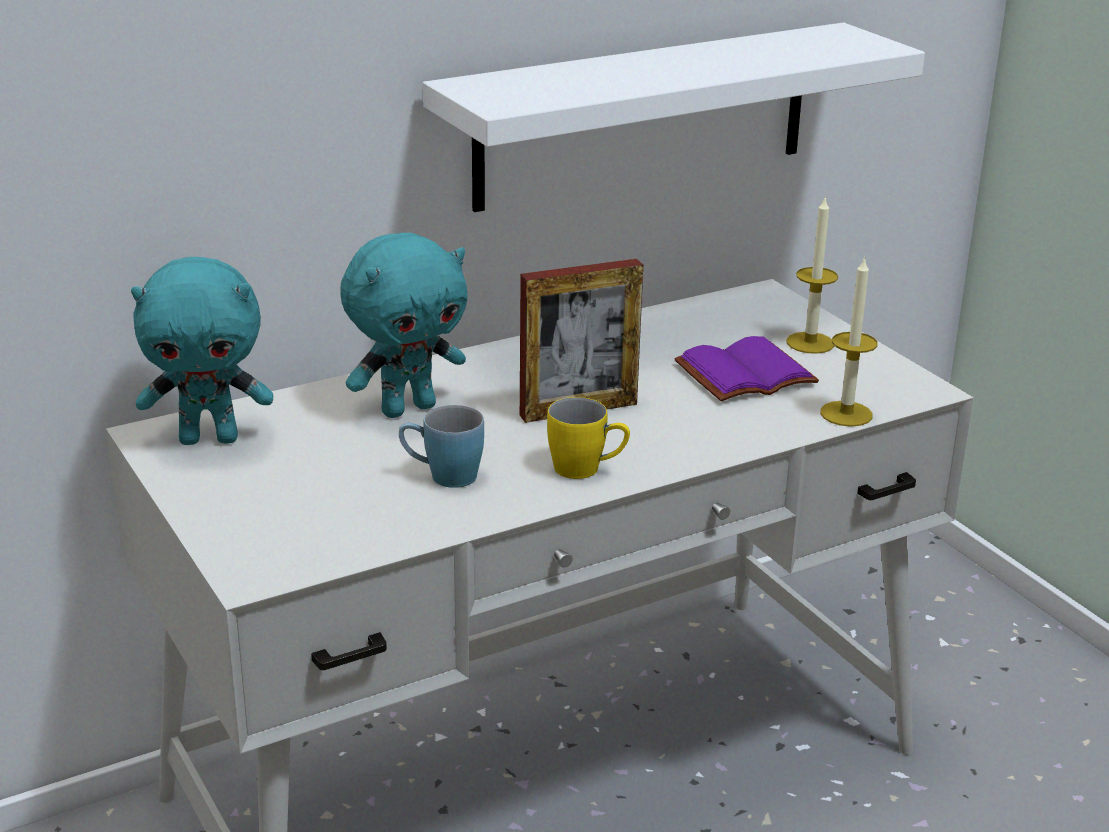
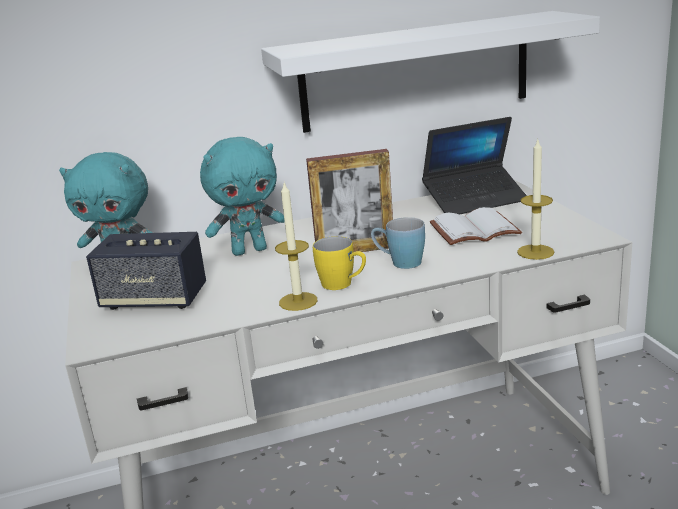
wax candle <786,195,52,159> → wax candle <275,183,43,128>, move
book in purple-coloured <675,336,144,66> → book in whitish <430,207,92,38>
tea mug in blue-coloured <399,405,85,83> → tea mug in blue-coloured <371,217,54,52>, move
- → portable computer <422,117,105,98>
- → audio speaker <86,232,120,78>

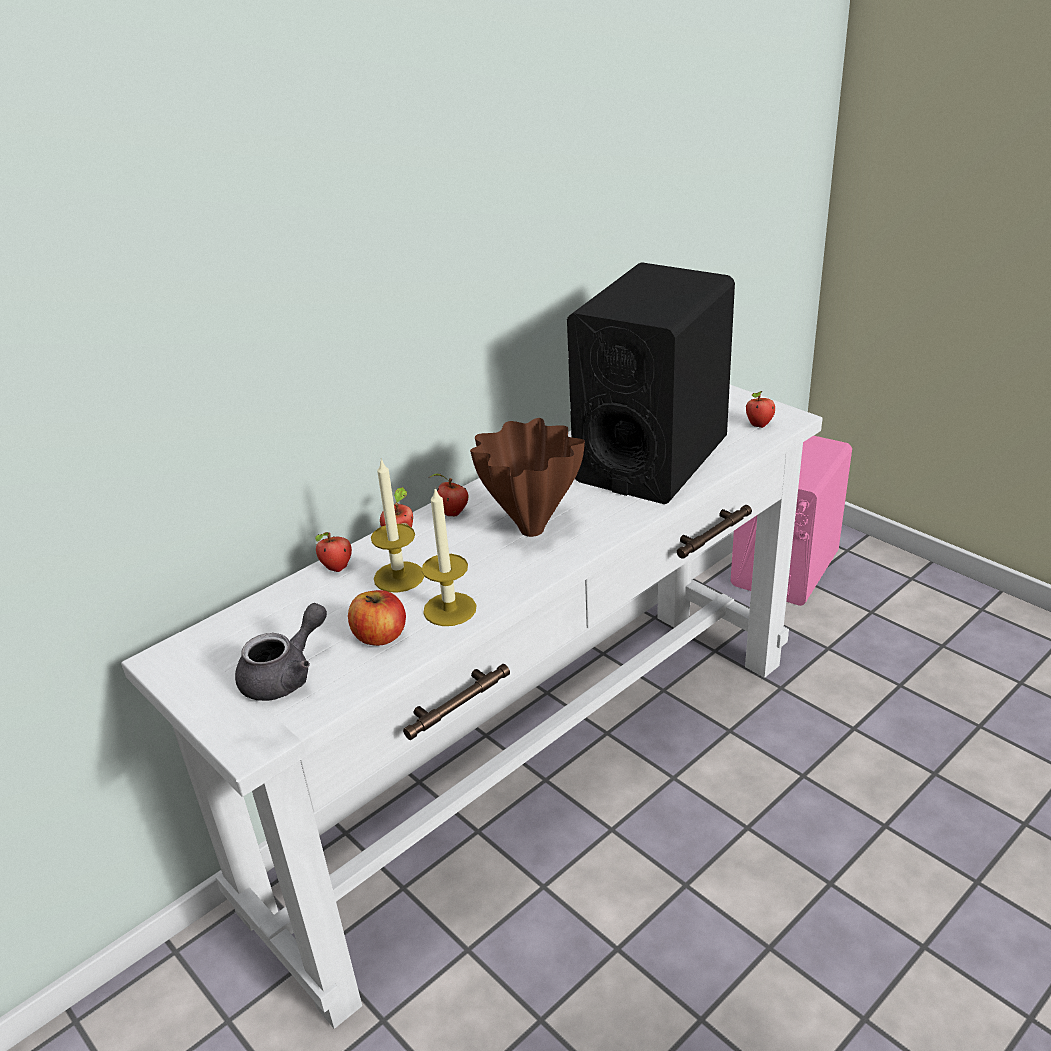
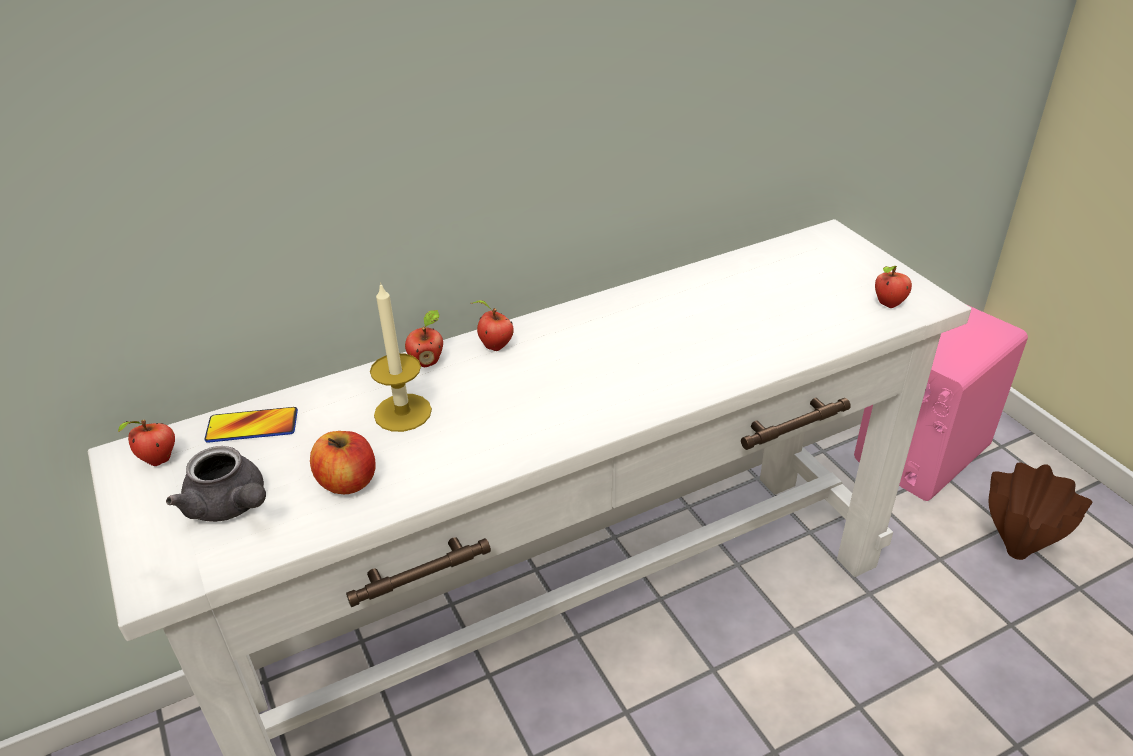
audio speaker in blackish <567,262,168,242> → -
decorative vase in brown-coloured <470,418,115,119> → decorative vase in brown-coloured <989,462,104,98>, move
wax candle <422,487,54,139> → -
whole apple <315,532,37,40> → whole apple <118,420,57,46>, move
pot for tea in greyish <235,603,92,98> → pot for tea in greyish <166,446,100,76>, 75 degrees clockwise
- → phone <204,407,94,36>

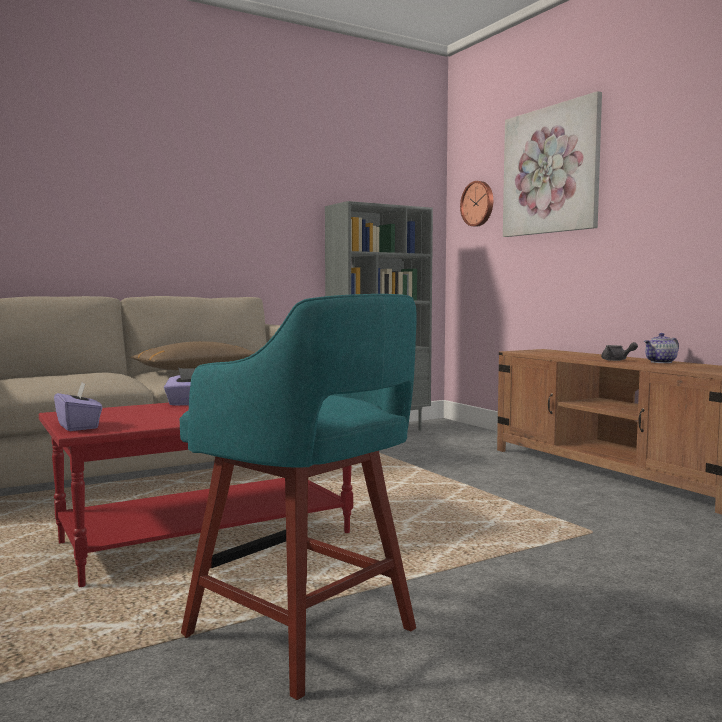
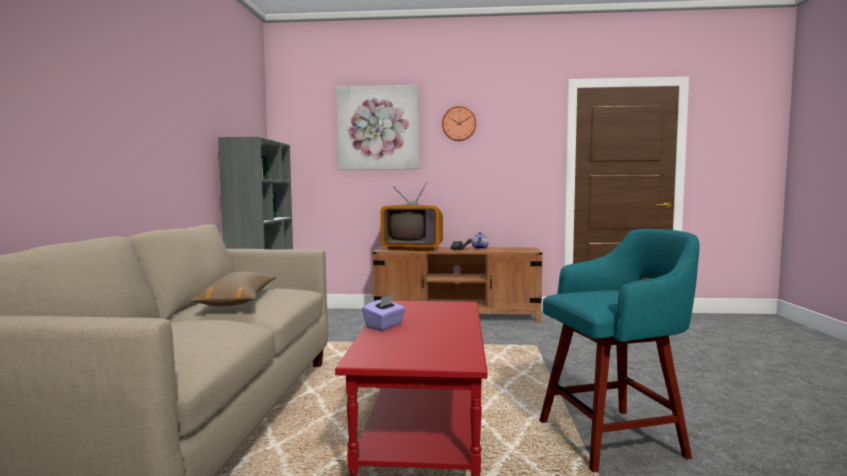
clock on the wall <460,181,33,46> → clock on the wall <442,106,34,35>, move
tissue holder in purple-coloured <54,383,49,48> → -
- → TV <380,182,63,69>

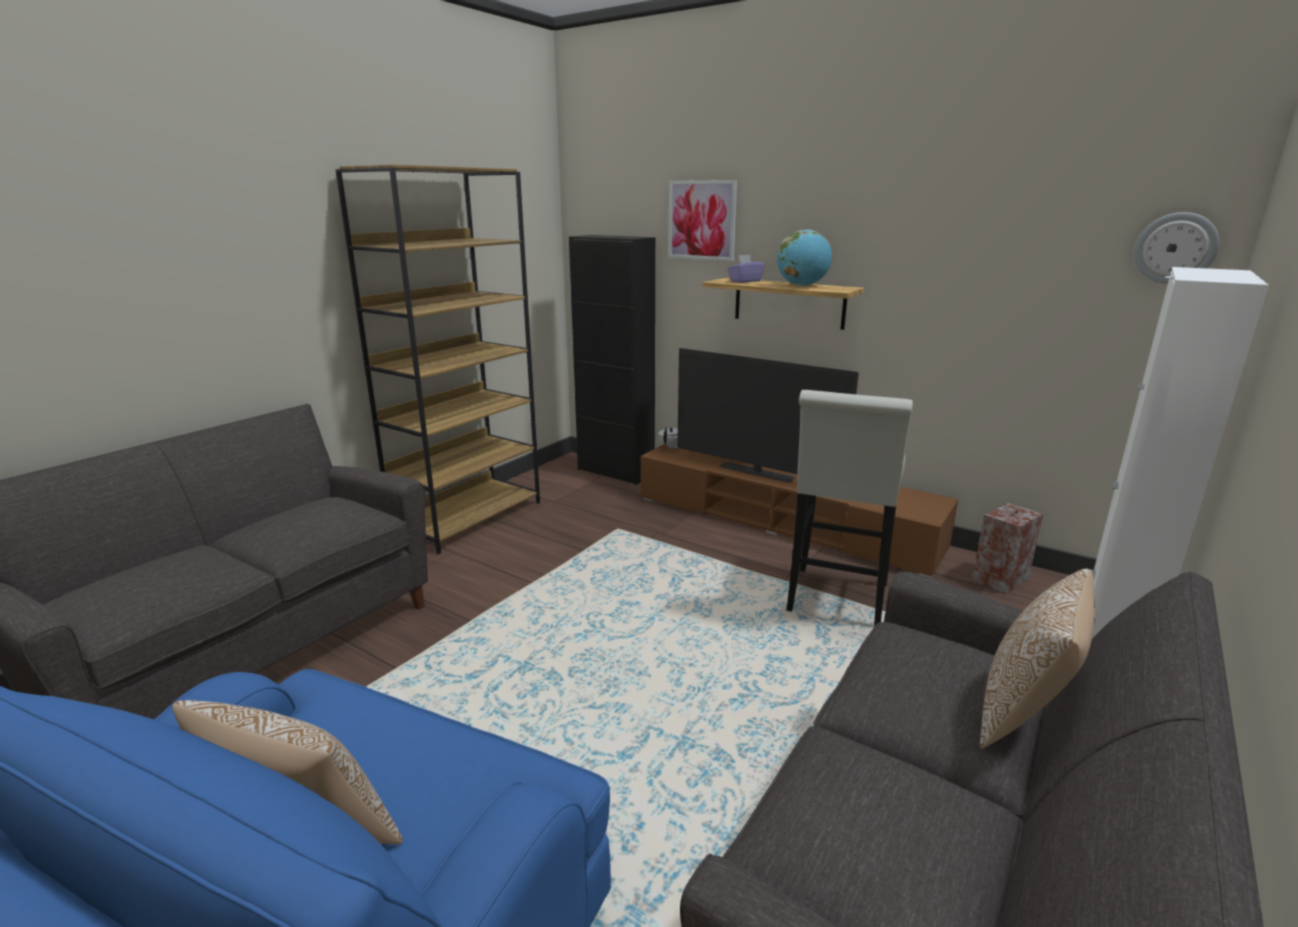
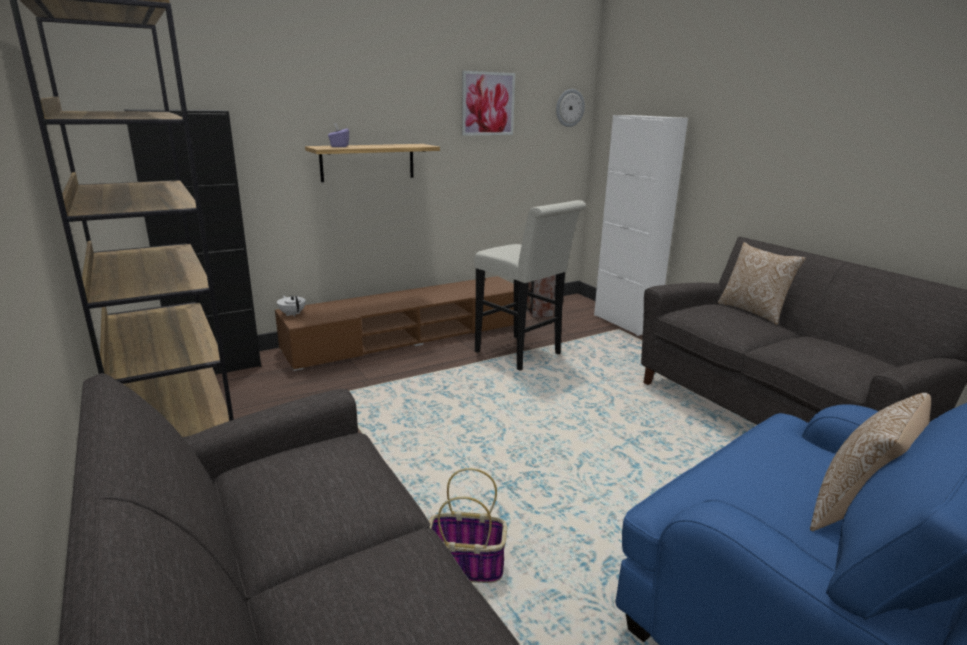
picture <669,180,68,81> → picture <462,71,53,65>, move
world globe <777,229,55,57> → -
TV <677,348,182,134> → -
- → storage basket <429,468,78,115>

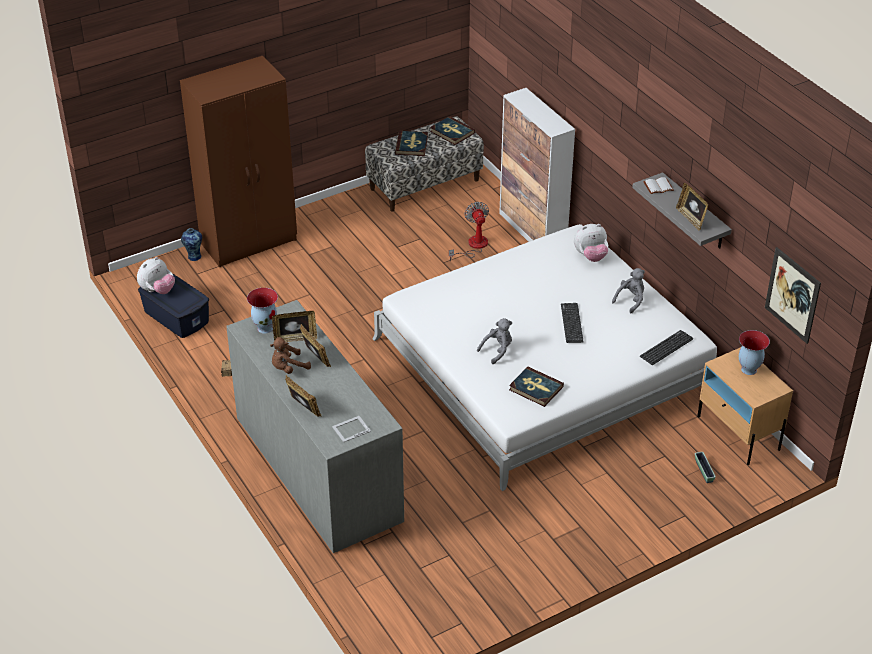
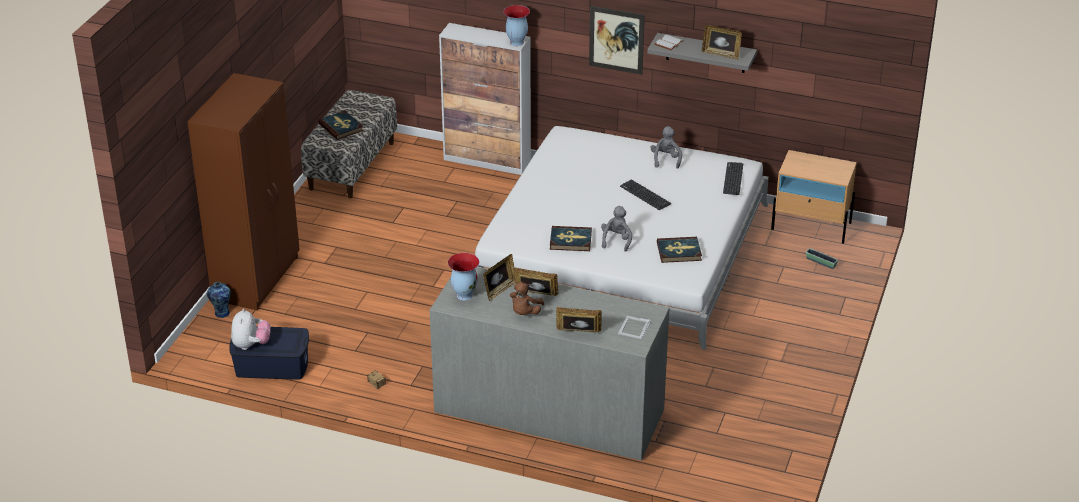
book <430,116,45,29> → book <550,226,42,25>, move
electric fan <449,202,40,59> → -
plush toy <574,224,34,38> → -
picture <765,247,56,97> → picture <589,6,56,69>, move
decorative vase <739,330,31,45> → decorative vase <503,5,27,41>, move

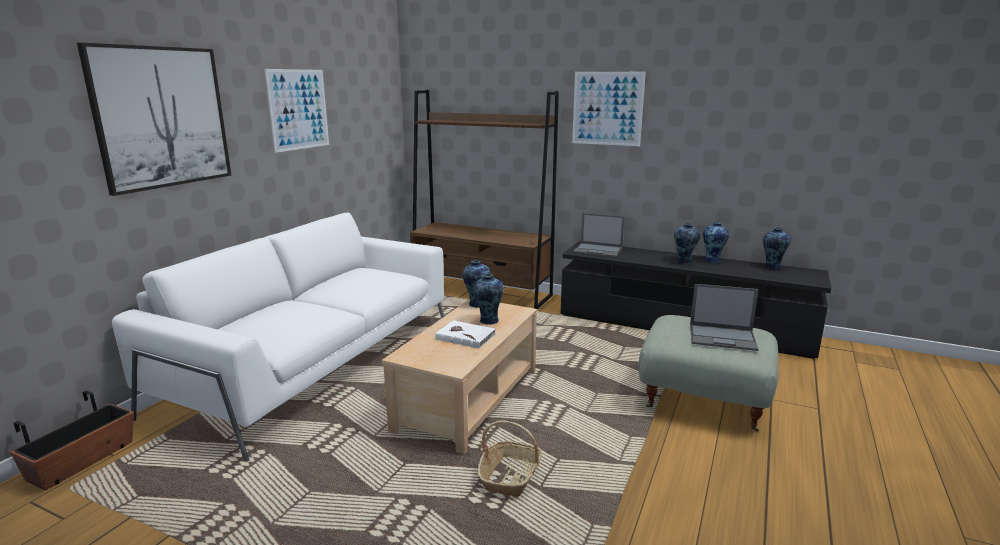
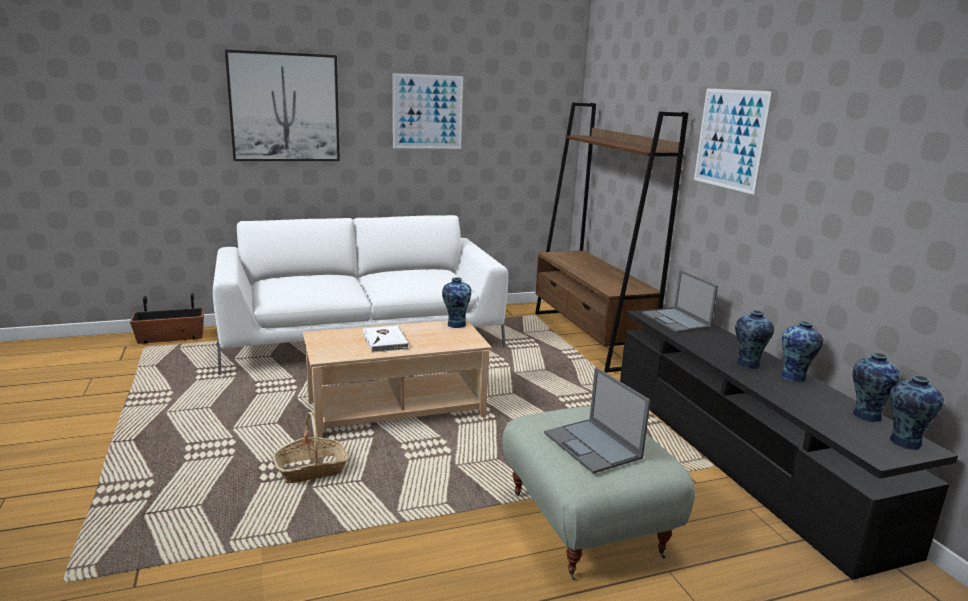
decorative vase <473,273,30,51> → decorative vase <889,375,55,75>, move

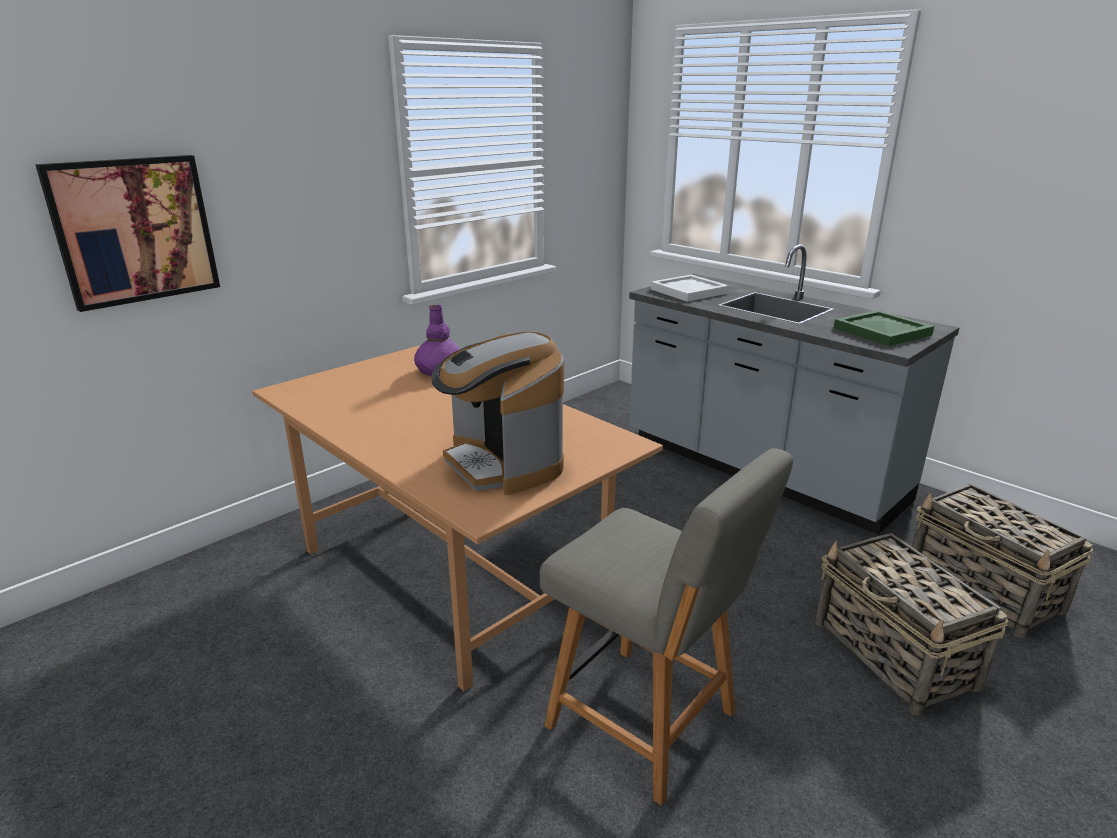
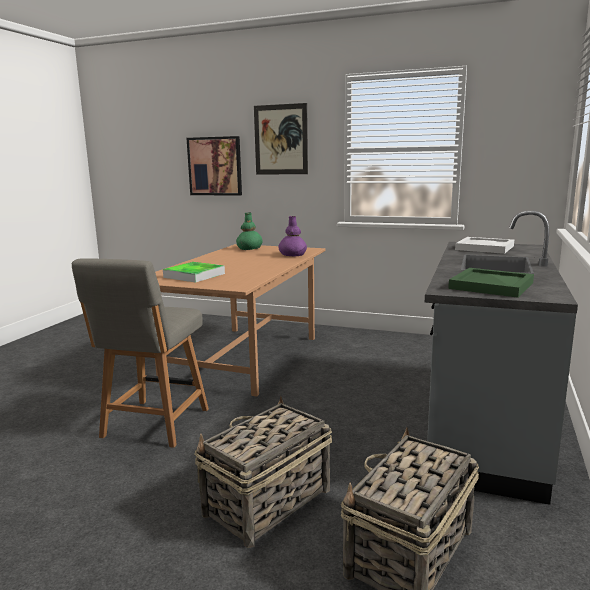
coffee maker <431,332,133,163> → tray <163,262,62,21>
- → picture <254,103,54,72>
- → decorative vase in green <236,213,27,37>

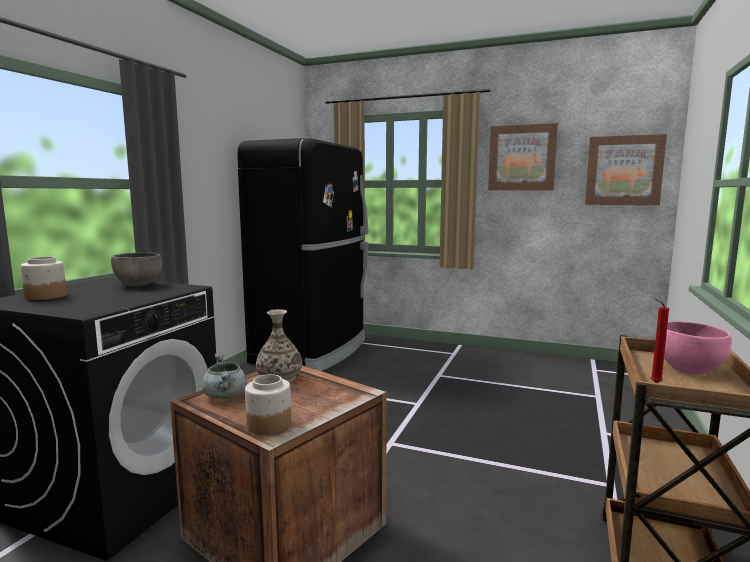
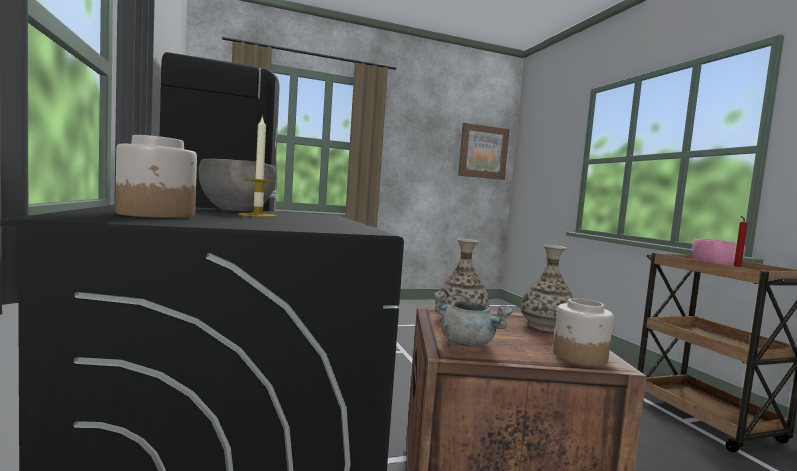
picture <488,123,70,67> → -
- → wax candle <239,115,38,102>
- → decorative vase <521,245,53,87>

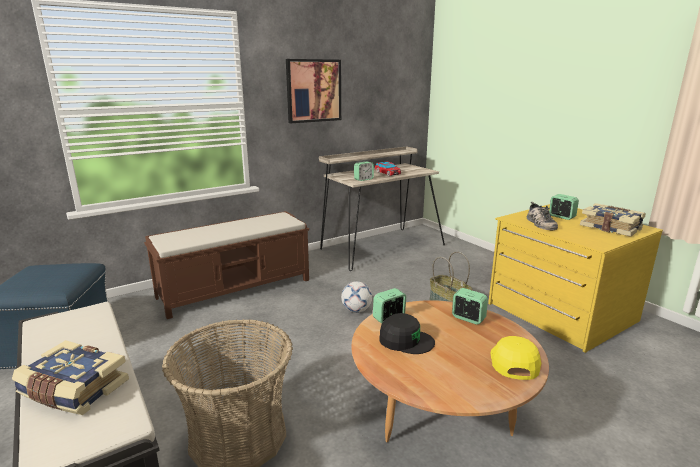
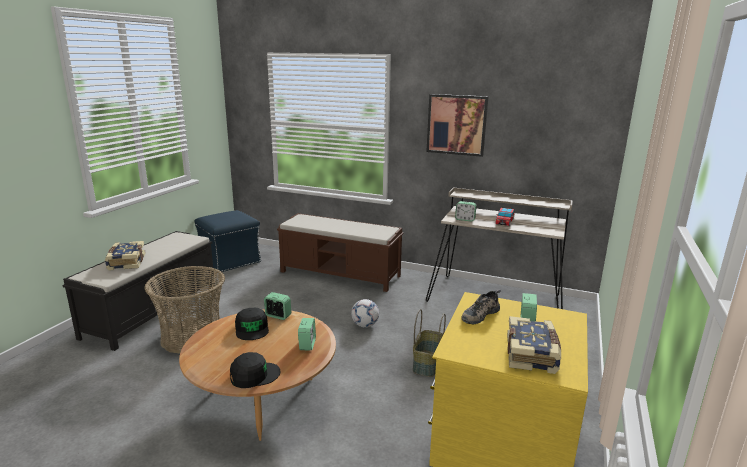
peaked cap in yellow-coloured <490,336,51,44> → peaked cap in blackish <230,352,50,36>

